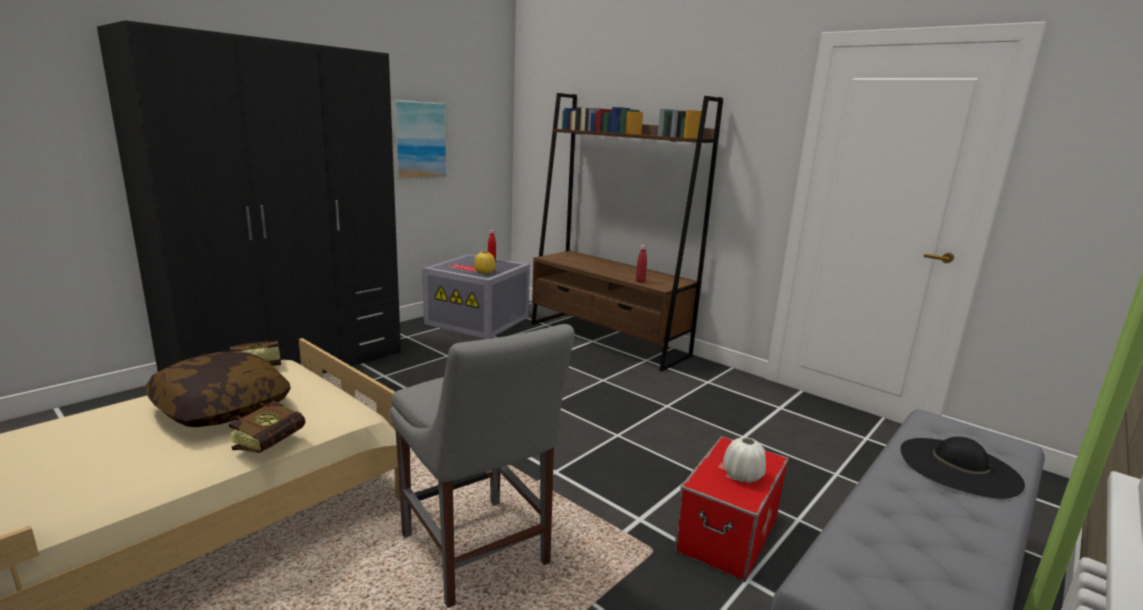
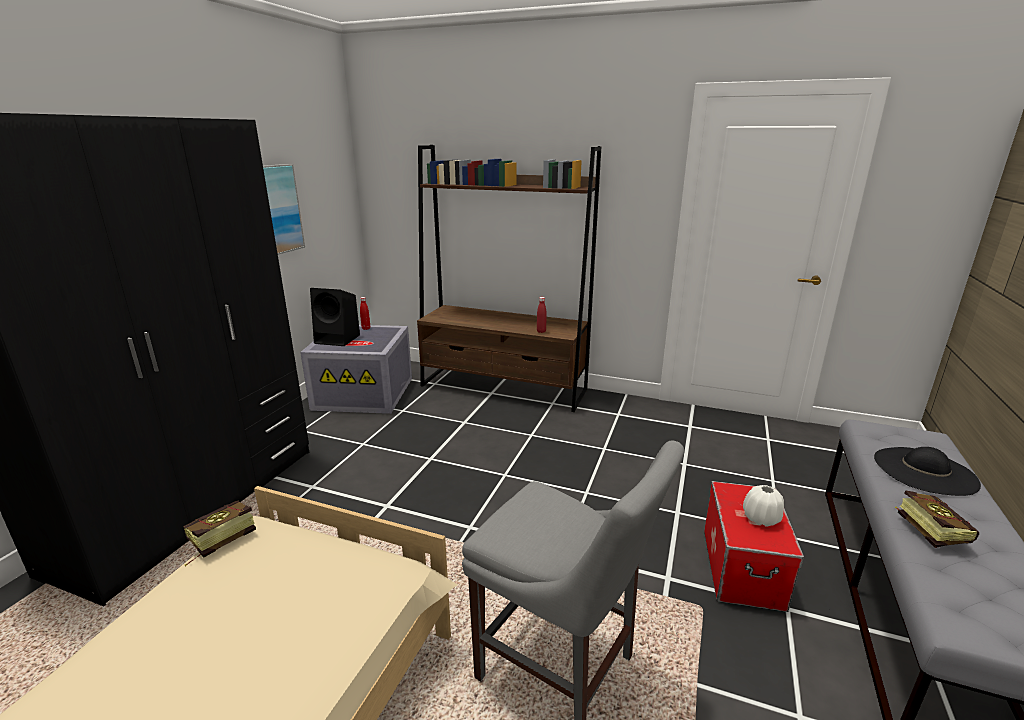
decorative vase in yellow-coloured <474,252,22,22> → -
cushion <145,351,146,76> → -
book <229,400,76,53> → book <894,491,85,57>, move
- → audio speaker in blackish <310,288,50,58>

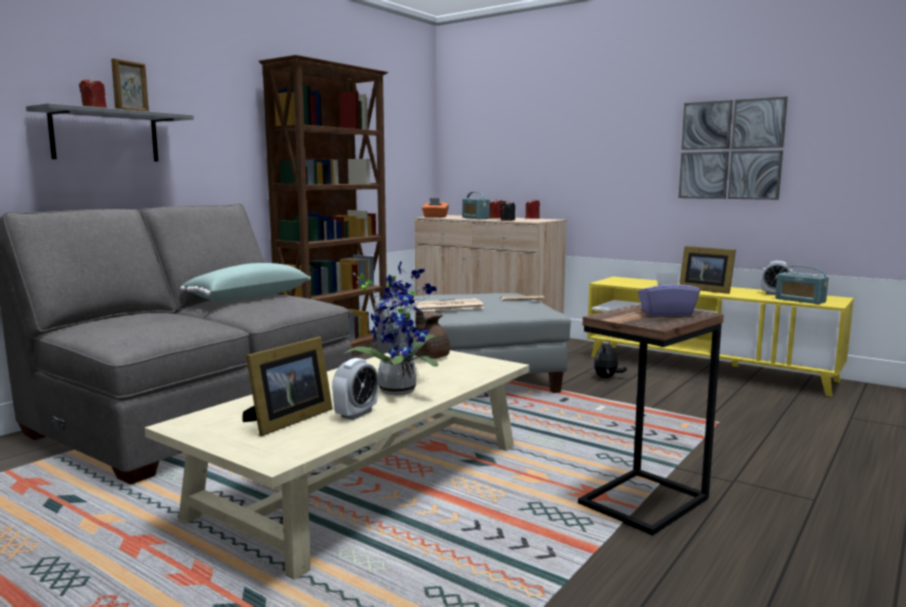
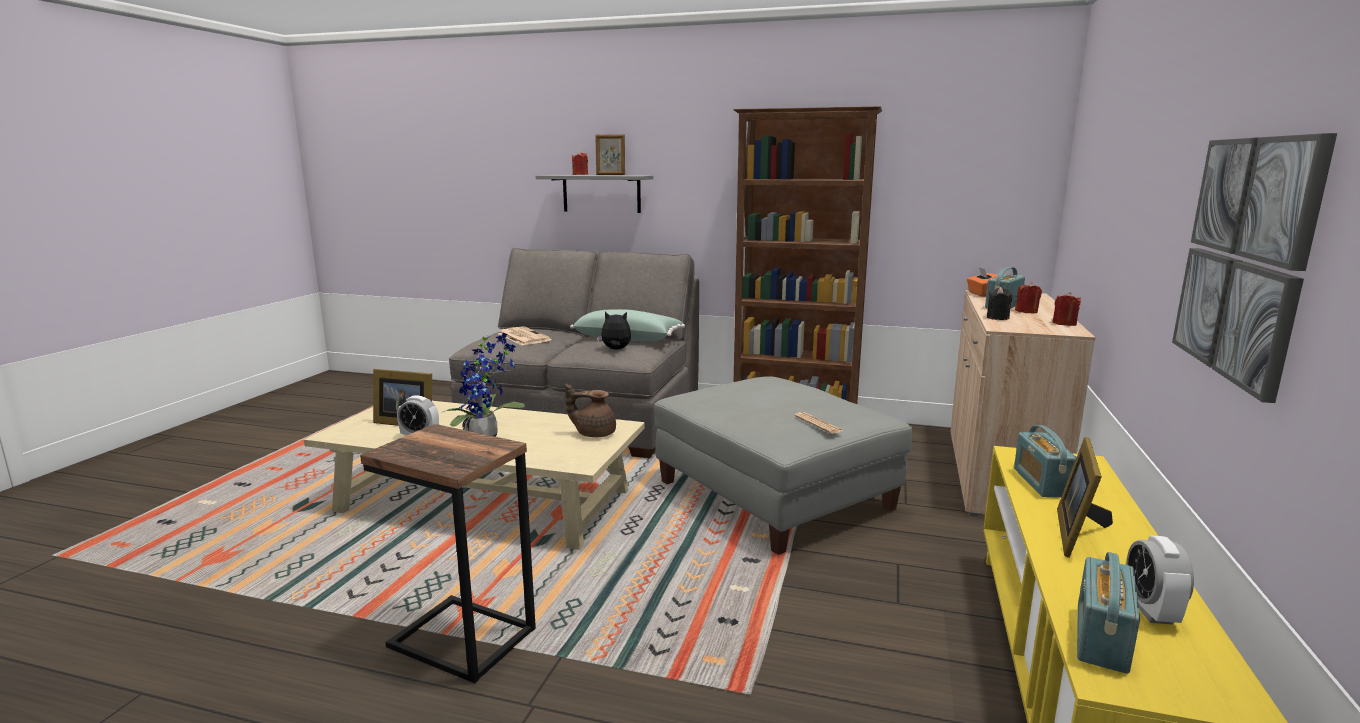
tissue holder in purple-coloured <638,272,62,44> → -
newspaper <413,298,71,13> → newspaper <498,326,54,19>, move
plush toy <594,341,33,37> → plush toy <597,312,34,37>, move
- → radio <1014,425,63,72>

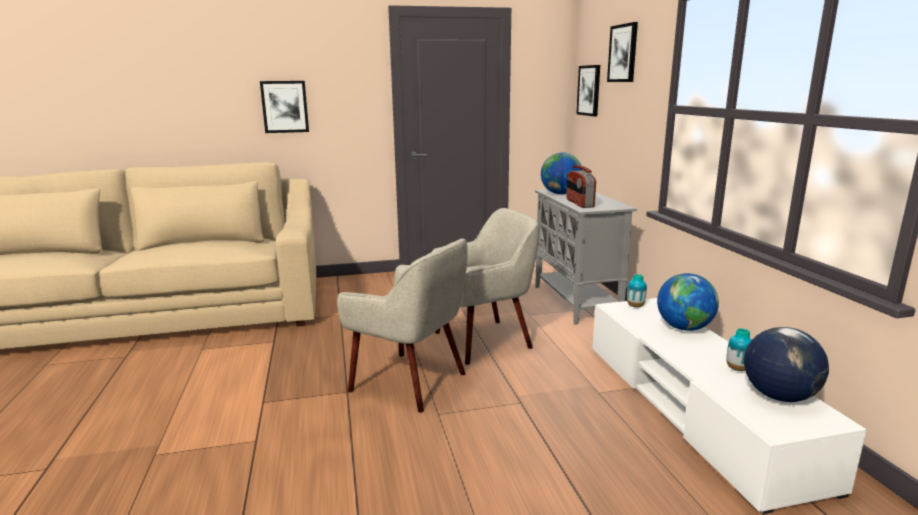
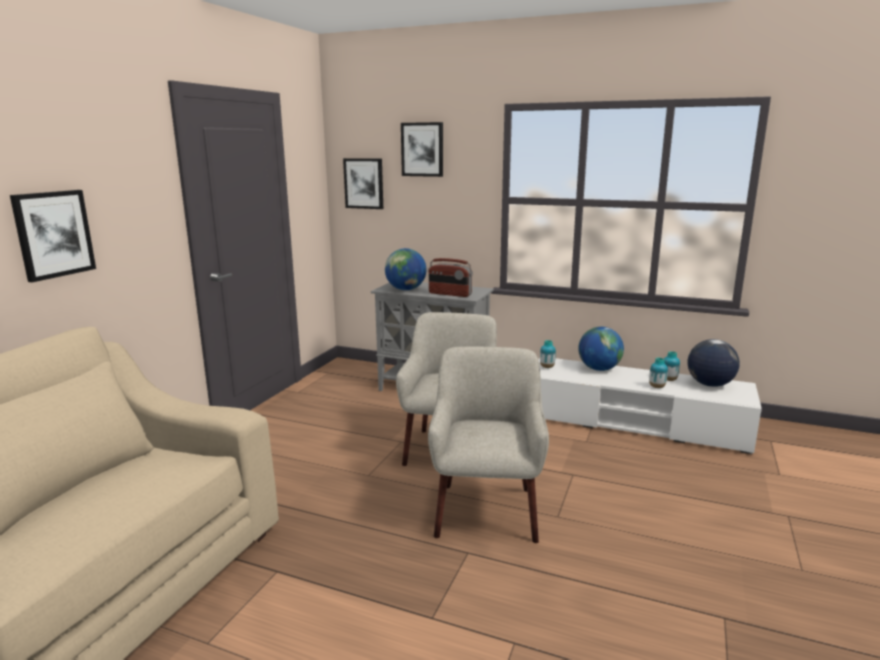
armchair in sand-coloured <337,238,131,175> → armchair in sand-coloured <428,347,121,196>, 60 degrees counterclockwise
- → decorative vase <649,357,19,31>

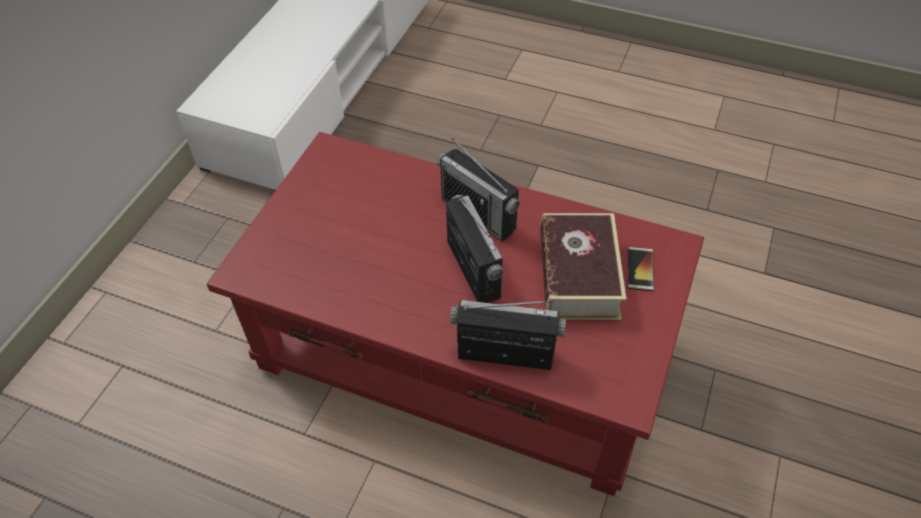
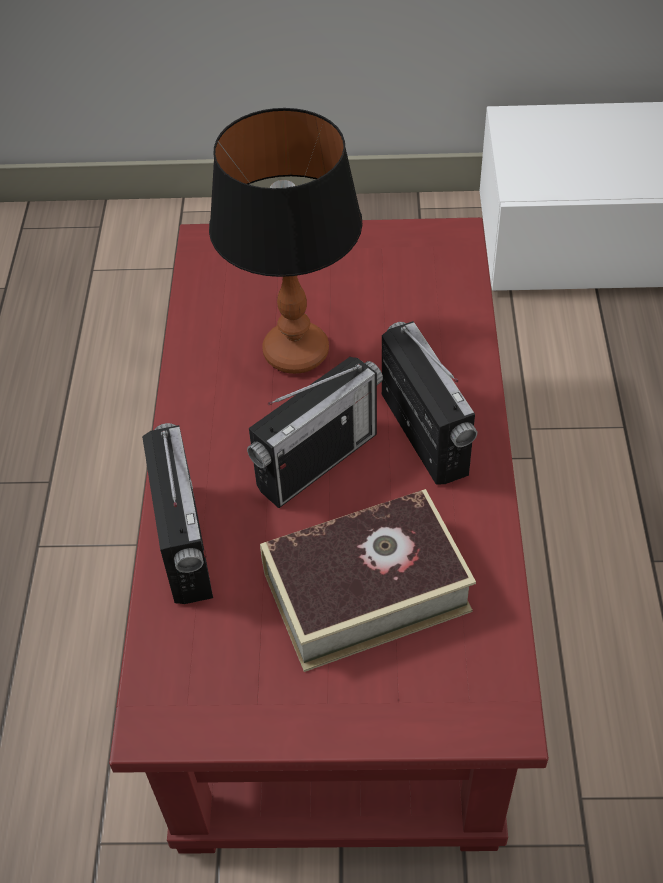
radio <437,138,83,104> → radio <382,321,95,163>, 135 degrees clockwise
phone <627,247,27,44> → -
- → table lamp <209,108,154,266>

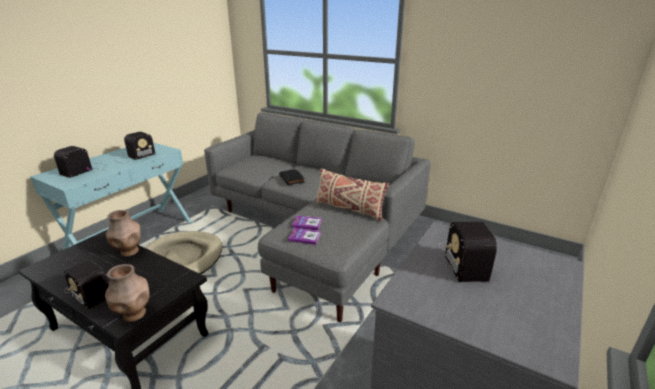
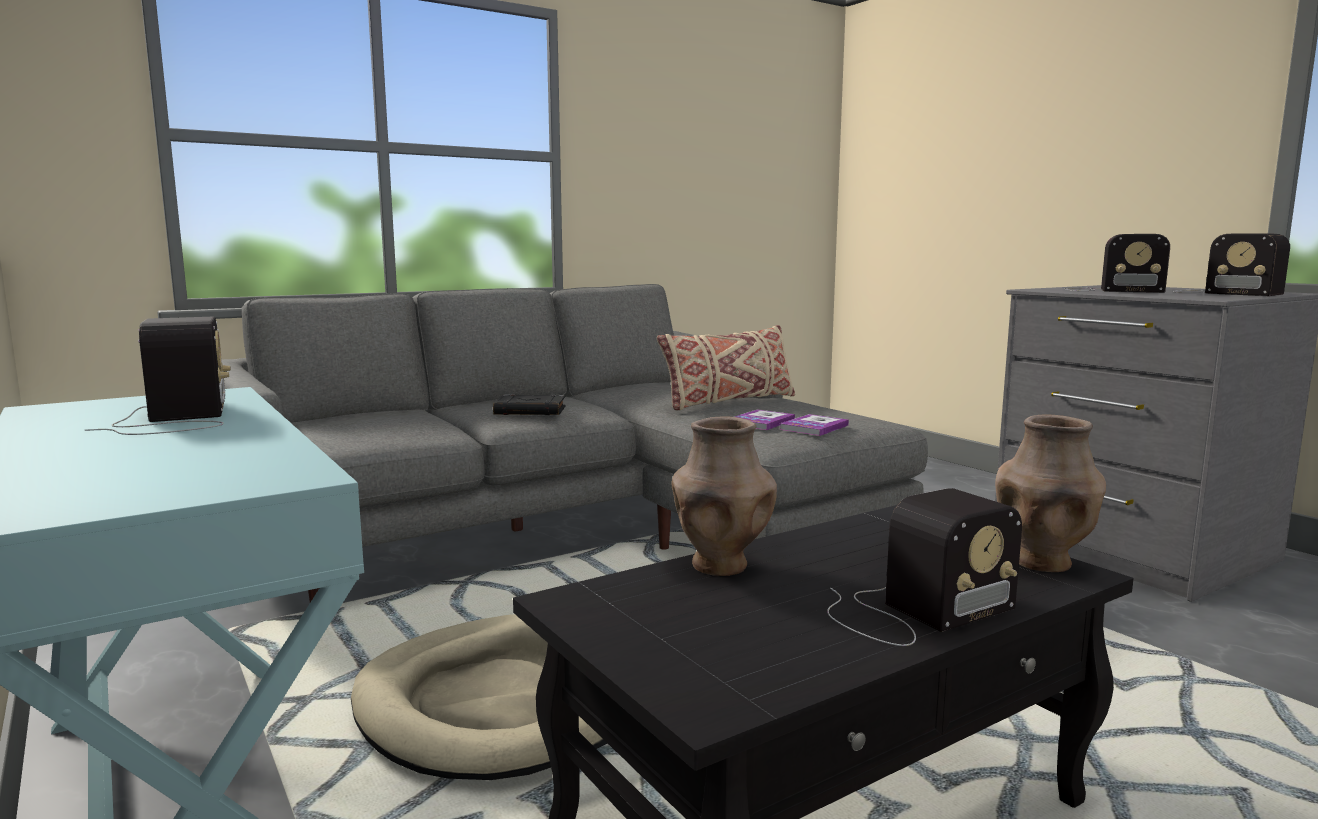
radio <54,146,53,32> → radio <1173,233,117,63>, move

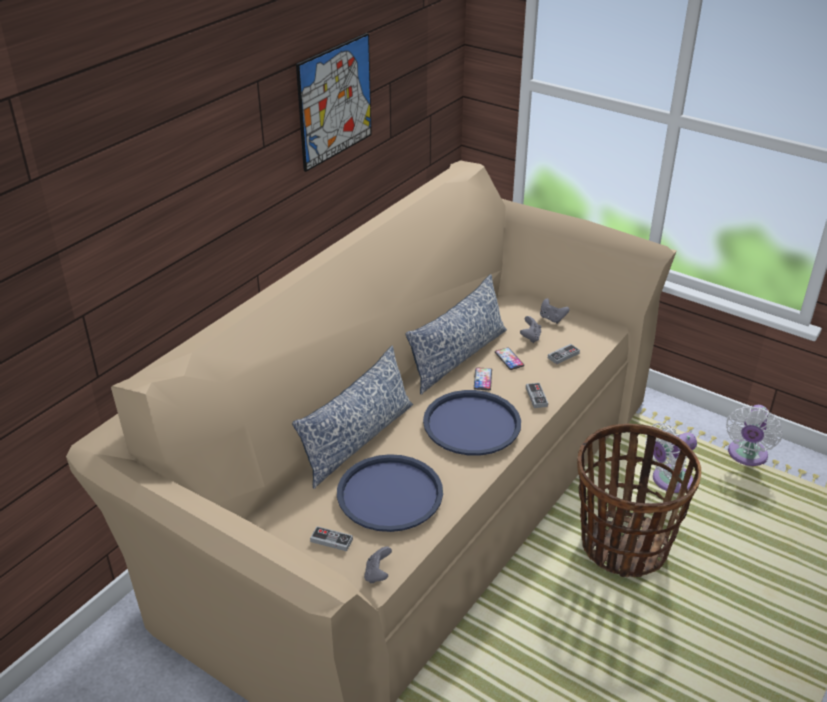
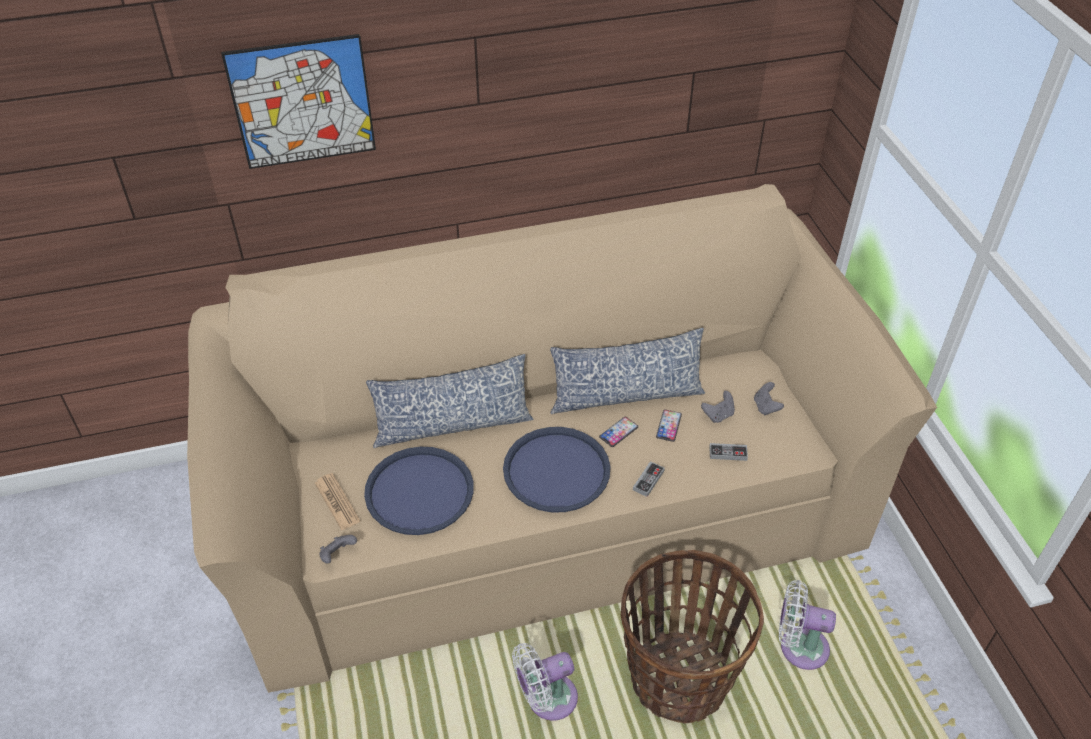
picture <296,33,76,139> → picture <221,34,155,135>, move
electric fan in whitish <726,405,57,61> → electric fan in whitish <512,643,66,78>, move
joypad <310,526,43,25> → newspaper <315,473,45,58>

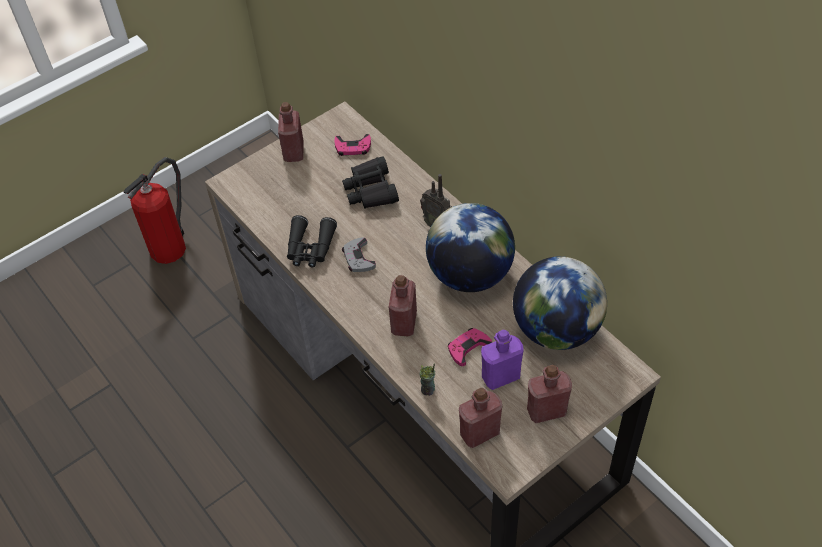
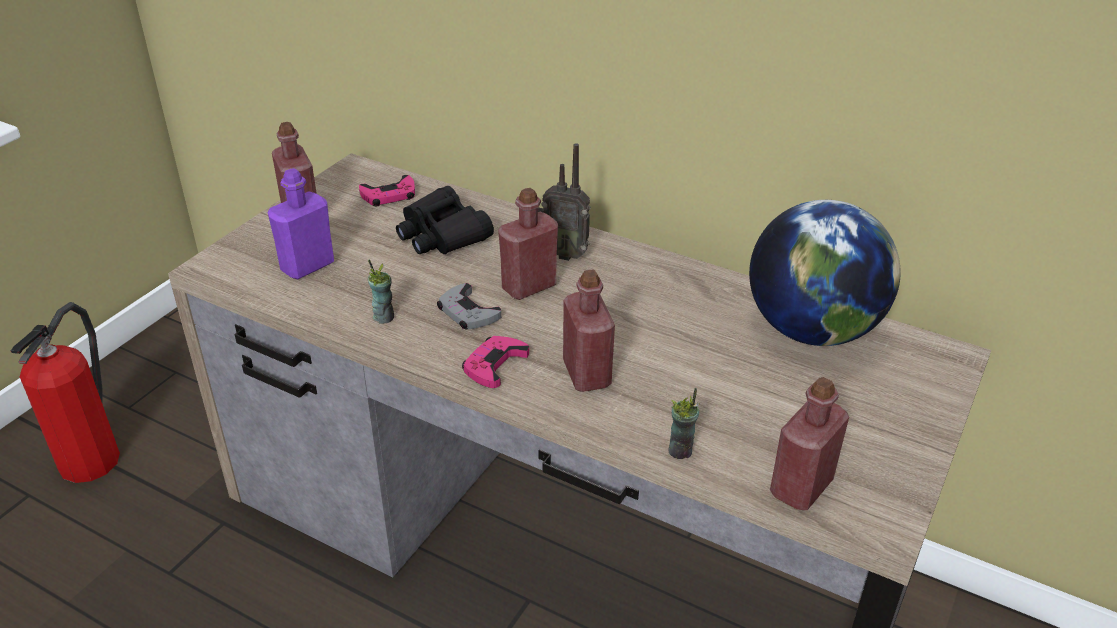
world globe <426,203,89,89> → -
field glasses in blackish <287,215,50,52> → drinking cup <368,259,26,65>
joypad in pinkish <448,328,44,38> → joypad in pinkish <462,336,67,52>, move
bottle in purple-coloured <481,330,43,60> → bottle in purple-coloured <268,168,66,111>, move
bottle in red <527,365,45,58> → bottle in red <498,188,60,112>, move

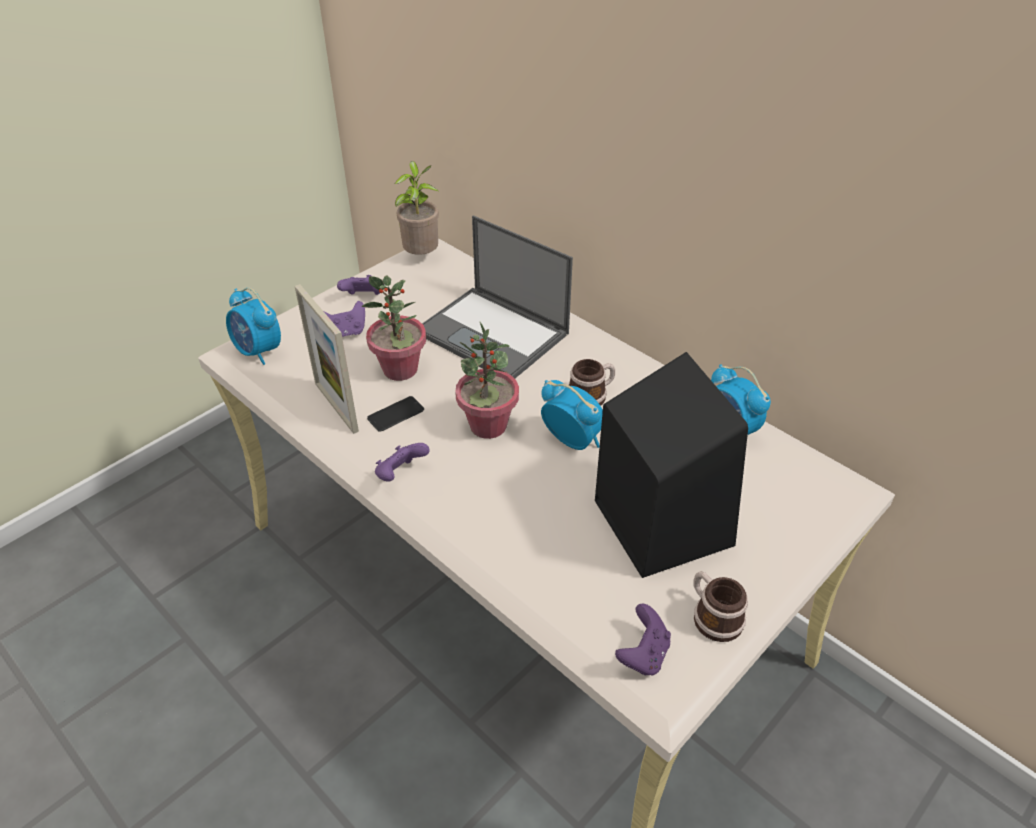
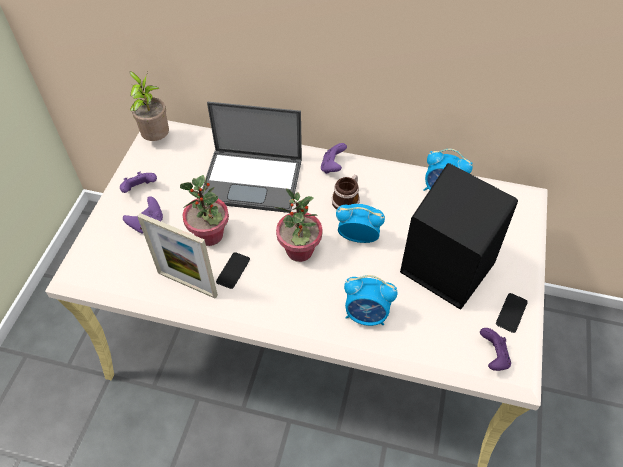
table clock <226,288,55,77> → table clock <344,275,53,51>, move
joypad in purple-coloured <375,443,55,39> → joypad in purple-coloured <321,143,26,31>, move
tea mug <693,571,55,71> → phone <496,293,32,40>

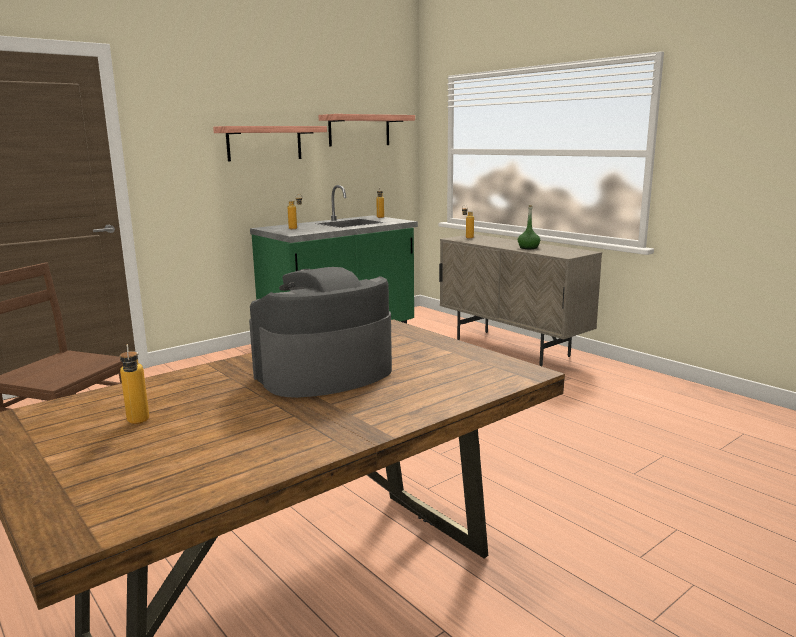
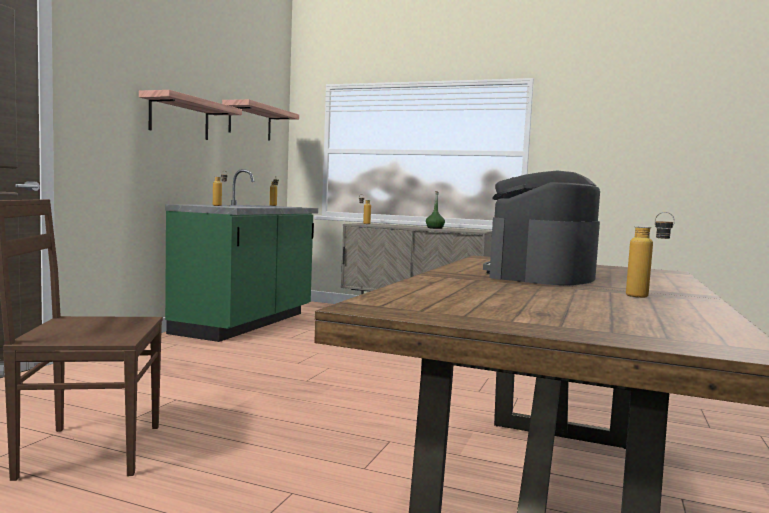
bottle <120,344,29,80> → bottle <626,212,49,86>, move

